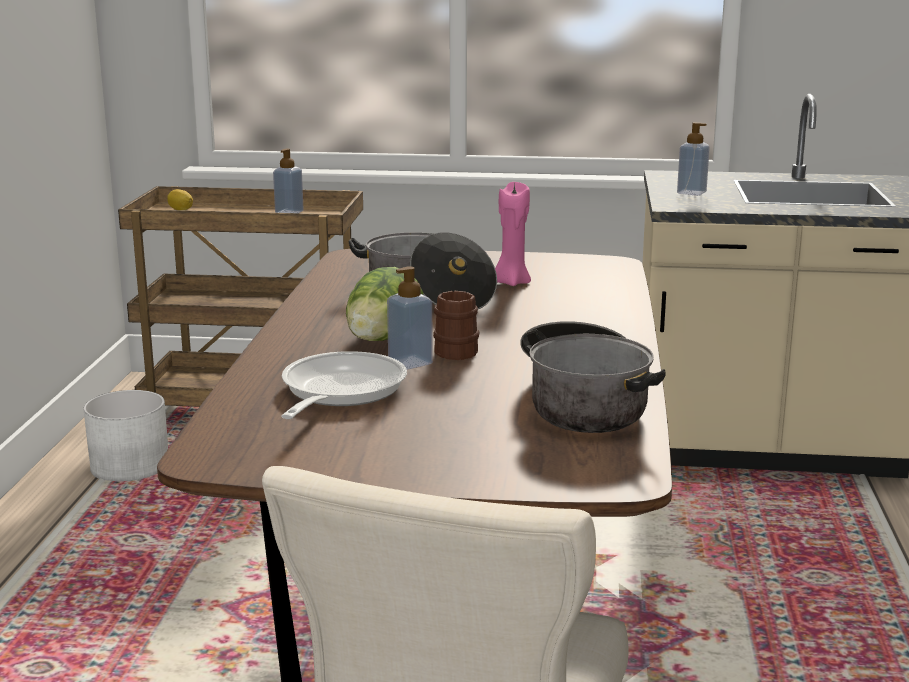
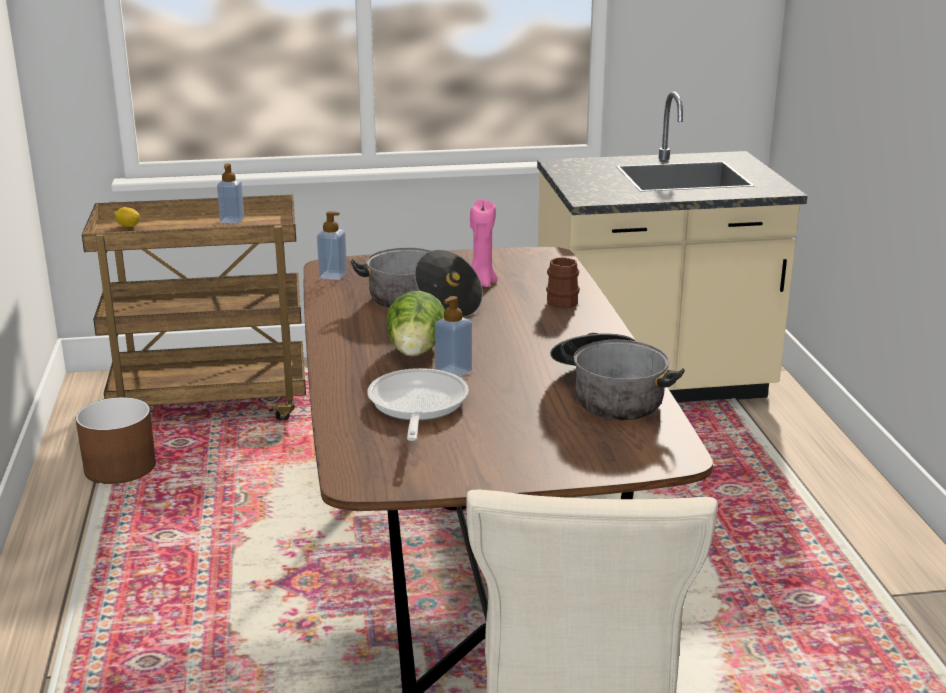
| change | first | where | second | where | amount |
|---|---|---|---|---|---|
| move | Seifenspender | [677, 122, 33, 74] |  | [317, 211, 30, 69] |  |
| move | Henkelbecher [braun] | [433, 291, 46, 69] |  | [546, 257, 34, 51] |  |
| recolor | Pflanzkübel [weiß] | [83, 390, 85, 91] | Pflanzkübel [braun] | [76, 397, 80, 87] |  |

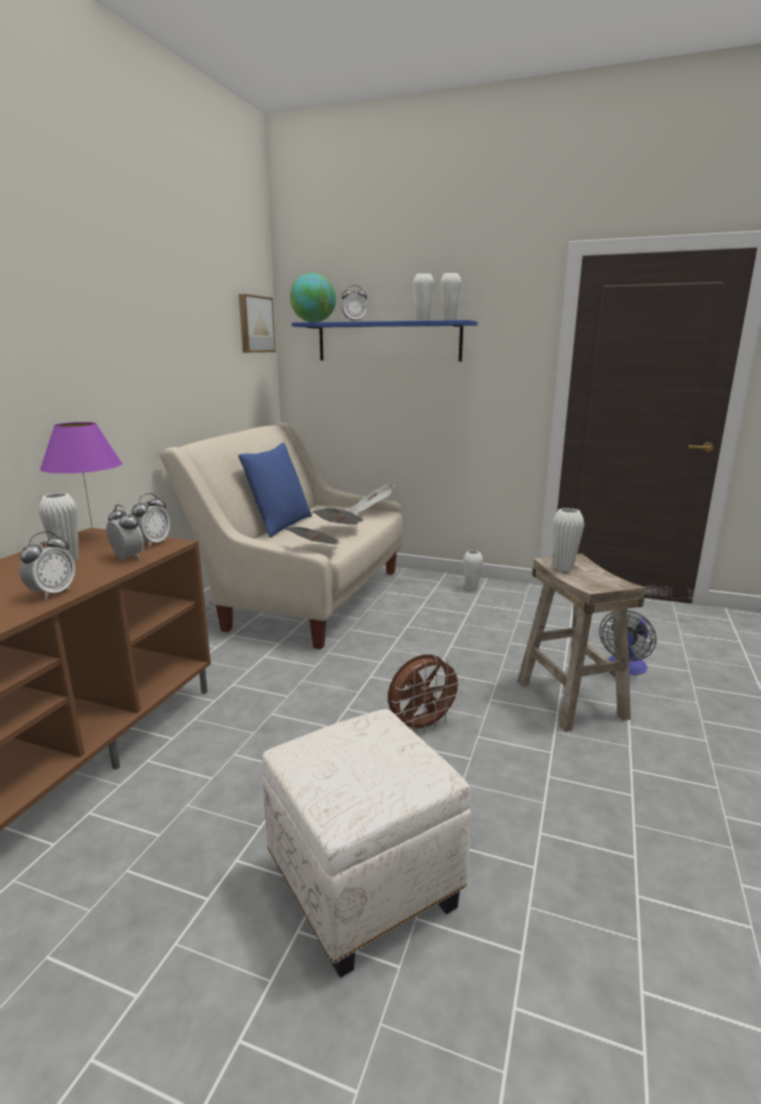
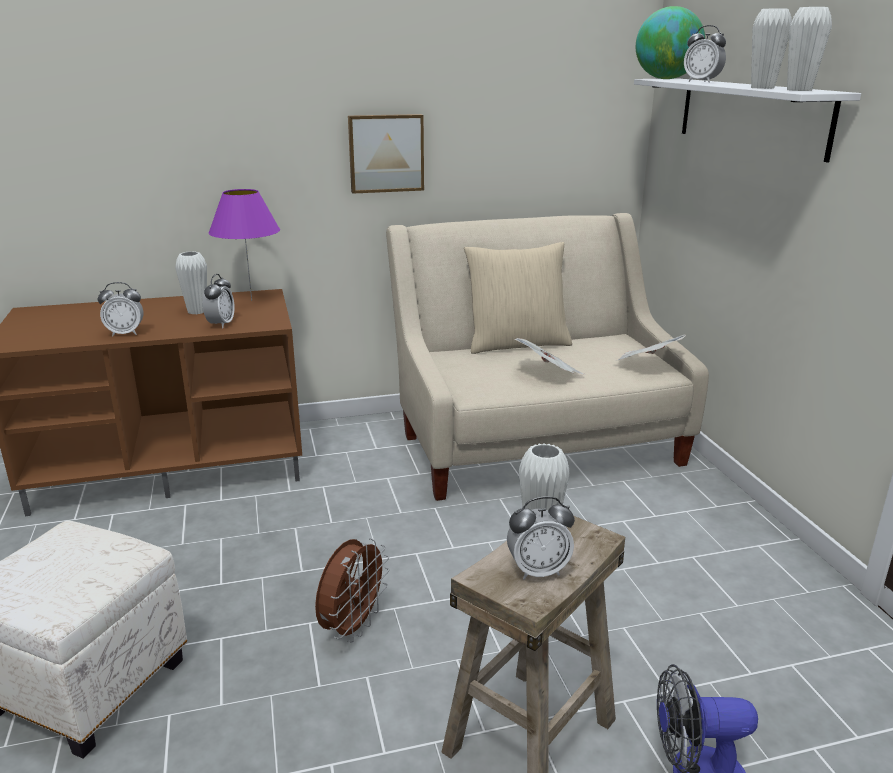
| change | first | where | second | where | amount |
|---|---|---|---|---|---|
| move | Bild | [239, 294, 37, 59] |  | [348, 114, 76, 80] |  |
| recolor | Wandregal [blau] | [292, 320, 186, 42] | Wandregal [weiß] | [634, 79, 227, 83] |  |
| recolor | Kissen [blau] | [238, 442, 74, 96] | Kissen [beige] | [464, 242, 108, 112] |  |
| move | Wecker | [132, 493, 38, 54] |  | [507, 496, 68, 84] |  |
| delete | Zeitung | [284, 527, 56, 17] |  |  |  |
| delete | Vase [weiß] | [463, 550, 20, 41] |  |  |  |
| rotate | Ventilator [braun] | [388, 654, 76, 80] |  | [315, 538, 74, 104] | 90 degrees counterclockwise |

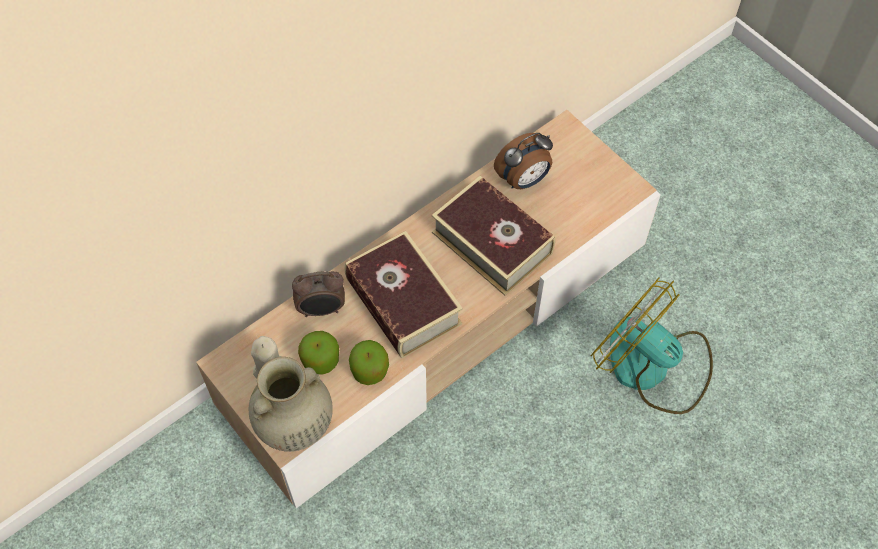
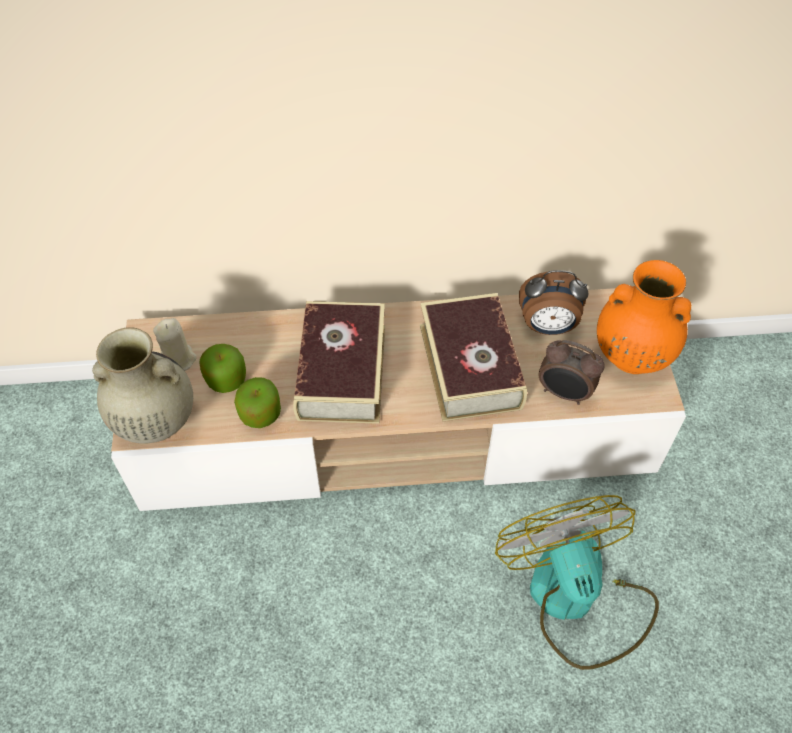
| change | first | where | second | where | amount |
|---|---|---|---|---|---|
| move | Wecker | [292, 271, 53, 46] |  | [539, 340, 66, 65] |  |
| insert |  |  | Vase [orange] | [597, 260, 94, 114] |  |

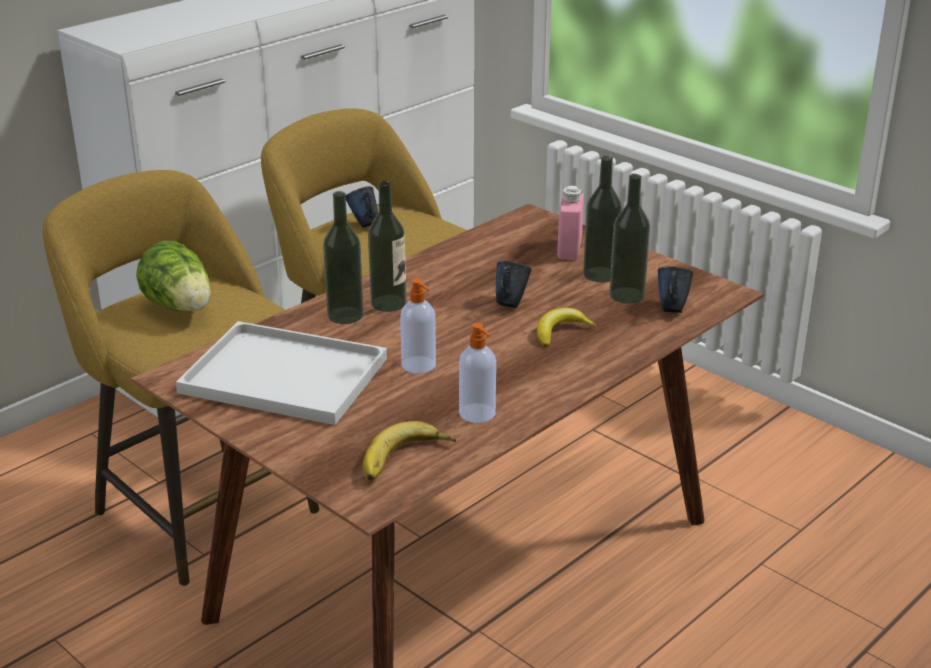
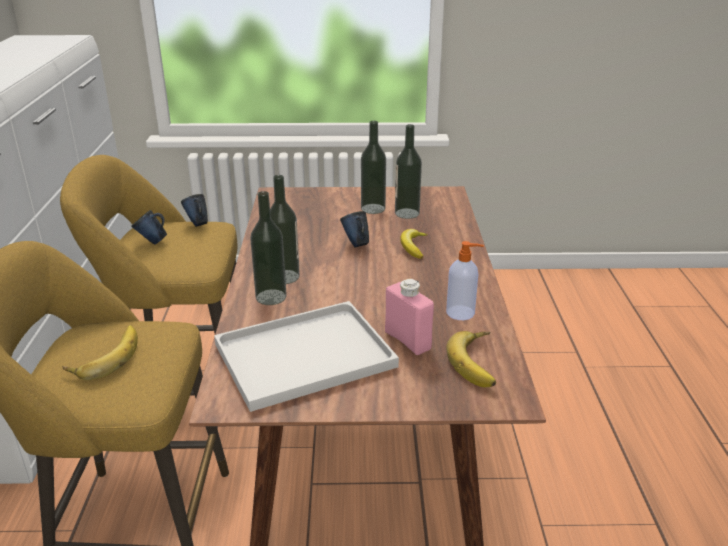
| change | first | where | second | where | amount |
|---|---|---|---|---|---|
| move | Flasche [rosa] | [557, 186, 27, 74] |  | [385, 279, 49, 76] |  |
| replace | Salatkopf | [136, 241, 75, 70] | Banane | [62, 325, 76, 55] |  |
| move | Henkelbecher [blau] | [658, 266, 35, 47] |  | [181, 194, 27, 33] |  |
| delete | Seifenspender | [400, 278, 36, 96] |  |  |  |

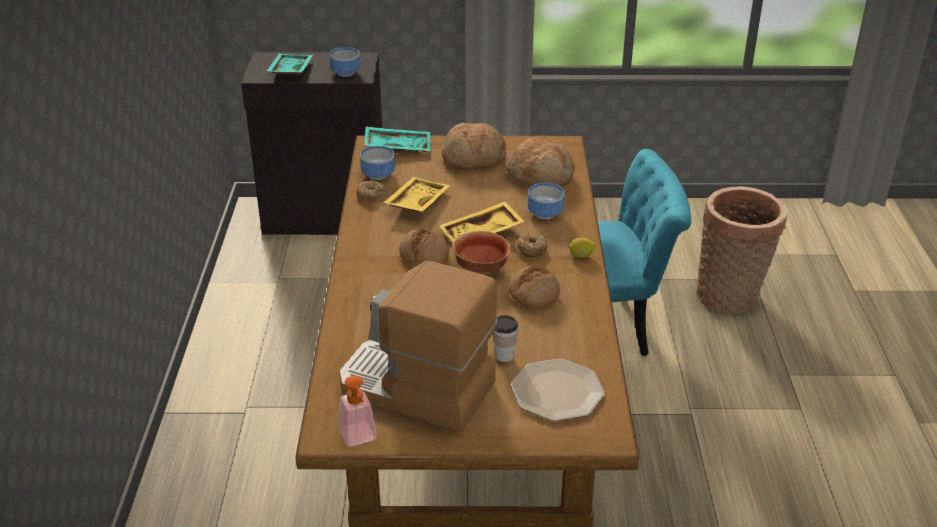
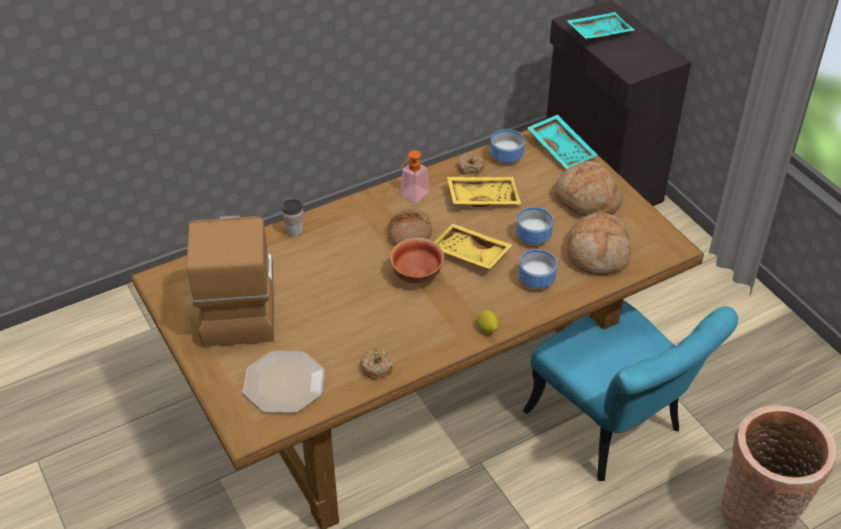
| change | first | where | second | where | amount |
|---|---|---|---|---|---|
| move | Schüssel | [330, 47, 31, 30] |  | [516, 207, 37, 38] |  |
| move | Donut | [517, 233, 31, 24] |  | [360, 349, 33, 30] |  |
| delete | Brot | [509, 265, 51, 44] |  |  |  |
| move | Tasse | [493, 315, 25, 47] |  | [281, 199, 22, 38] |  |
| move | Seifenspender | [339, 375, 38, 72] |  | [400, 150, 30, 52] |  |

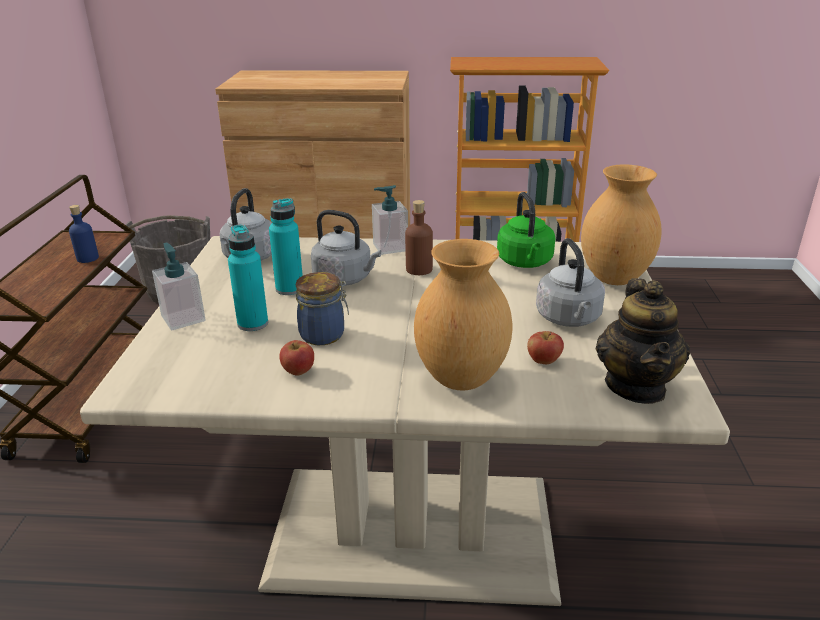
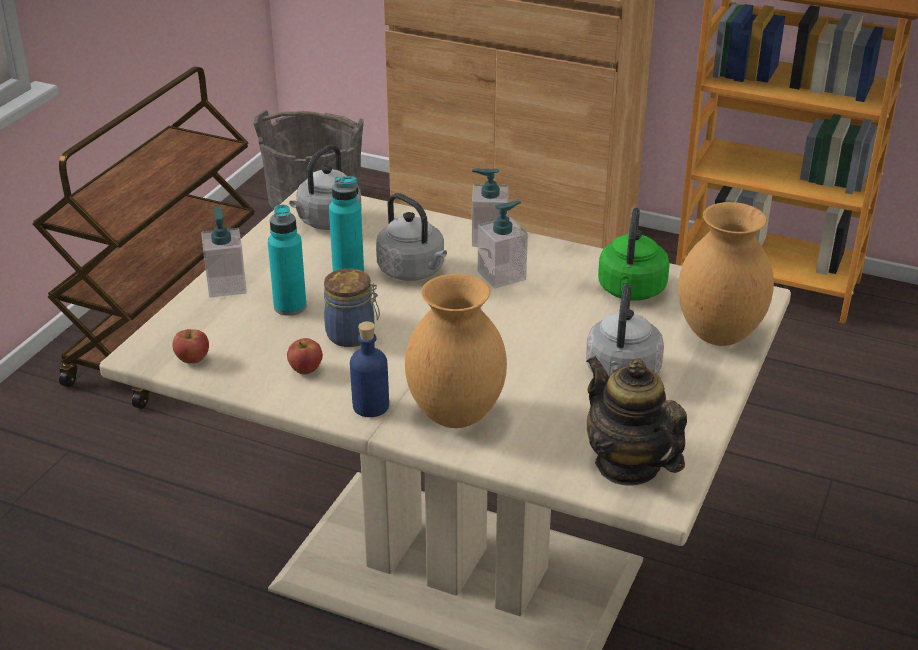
| change | first | where | second | where | amount |
|---|---|---|---|---|---|
| replace | Flasche [braun] | [405, 200, 28, 75] | Seifenspender | [478, 201, 50, 87] |  |
| move | Flasche [blau] | [69, 205, 30, 58] |  | [350, 321, 39, 96] |  |
| rotate | Teekanne | [595, 278, 95, 126] |  | [586, 356, 101, 130] | 120 degrees clockwise |
| move | Apfel | [527, 331, 37, 33] |  | [172, 329, 37, 35] |  |

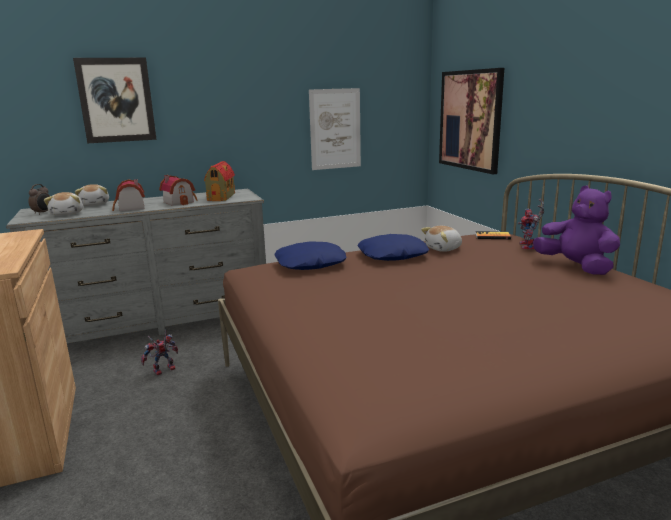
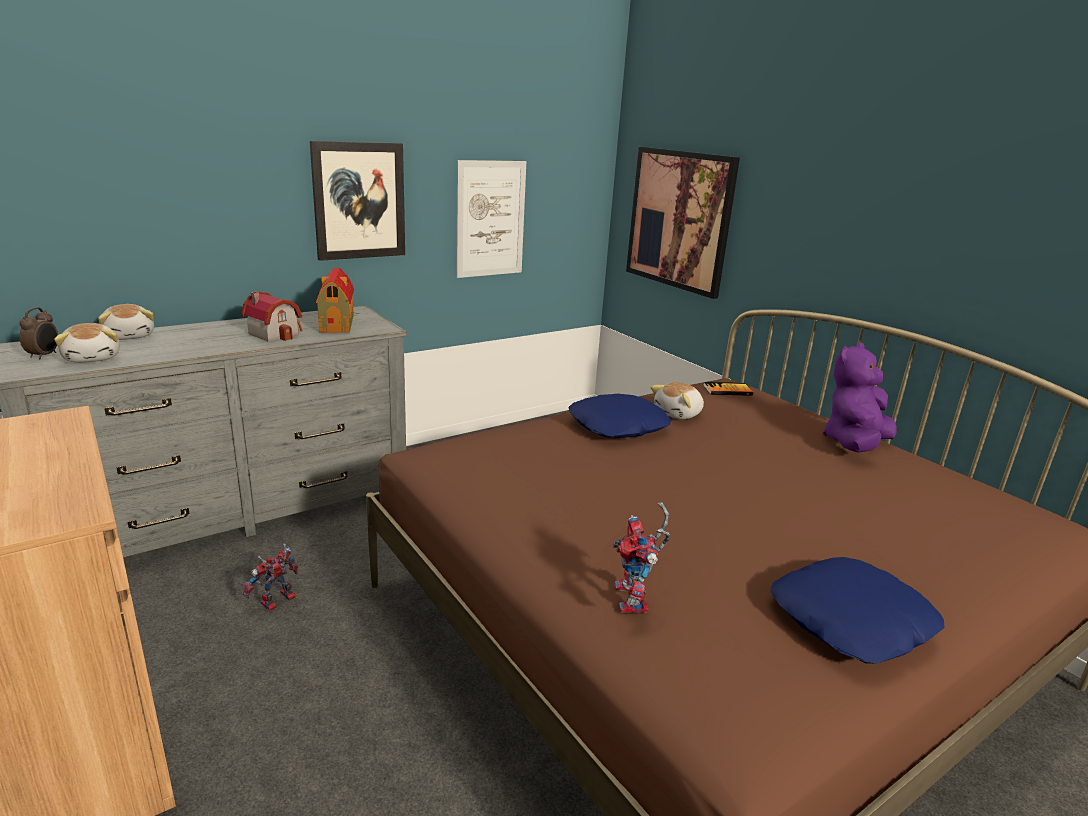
| change | first | where | second | where | amount |
|---|---|---|---|---|---|
| move | Bild | [73, 58, 84, 85] |  | [310, 141, 95, 120] |  |
| delete | Spielzeughaus | [112, 179, 33, 32] |  |  |  |
| rotate | Plüschtier [lila] | [533, 186, 87, 89] |  | [823, 343, 74, 110] | 90 degrees counterclockwise |
| move | Spielzeugroboter | [518, 199, 26, 50] |  | [613, 502, 57, 111] |  |
| move | Kissen [blau] | [274, 241, 72, 29] |  | [771, 557, 174, 107] |  |

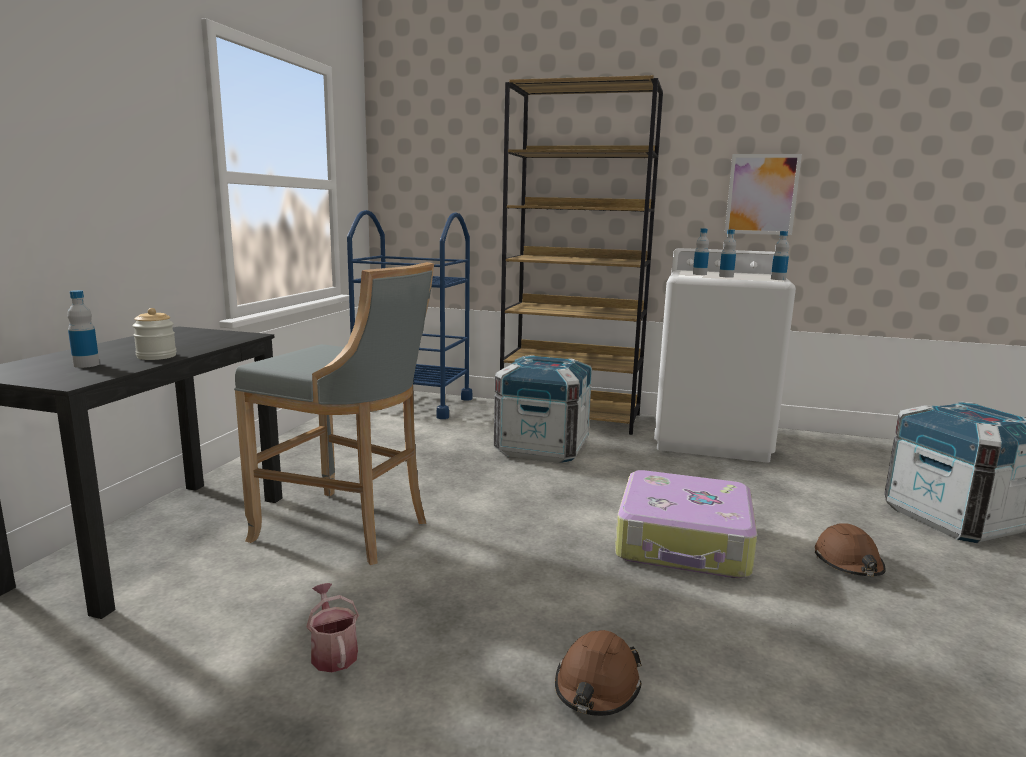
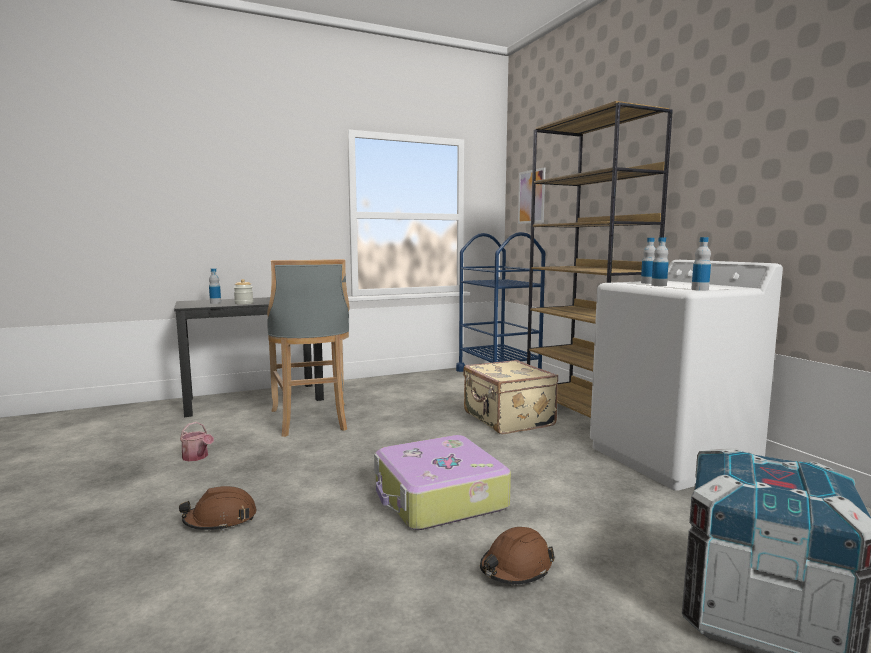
| change | first | where | second | where | amount |
|---|---|---|---|---|---|
| move | Bild | [725, 154, 77, 81] |  | [518, 167, 27, 57] |  |
| replace | Kiste | [494, 355, 98, 108] | Koffer [beige] | [463, 360, 95, 74] |  |
| rotate | Gießkanne | [306, 583, 53, 89] |  | [180, 422, 34, 40] | 105 degrees clockwise |

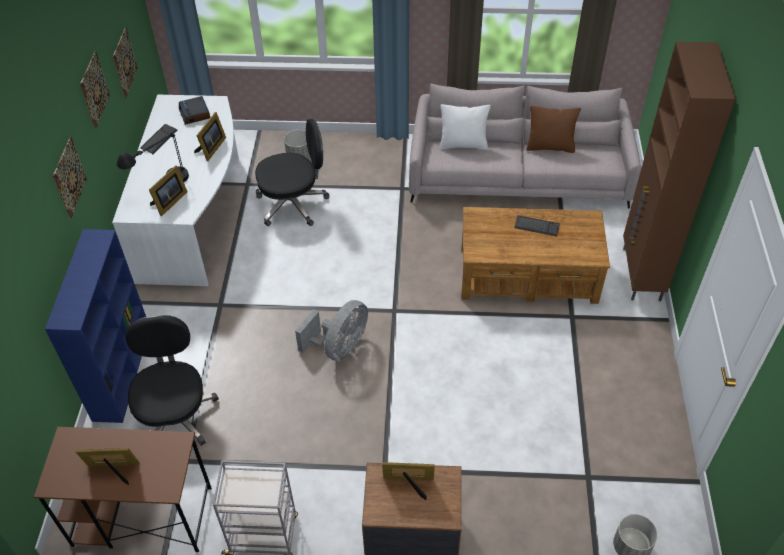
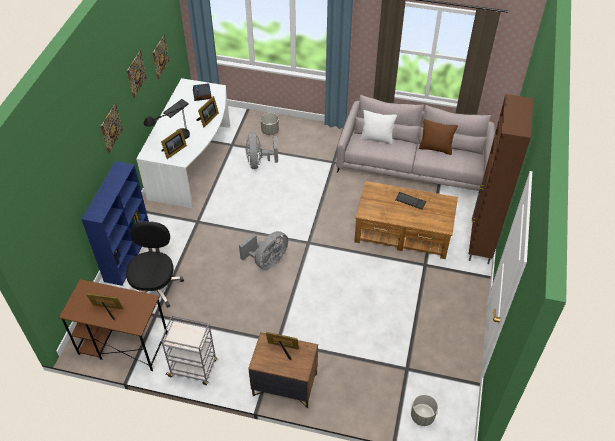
| change | first | where | second | where | amount |
|---|---|---|---|---|---|
| replace | Bürostuhl [schwarz] | [255, 119, 74, 107] | Ventilator [grau] | [245, 132, 33, 37] |  |

